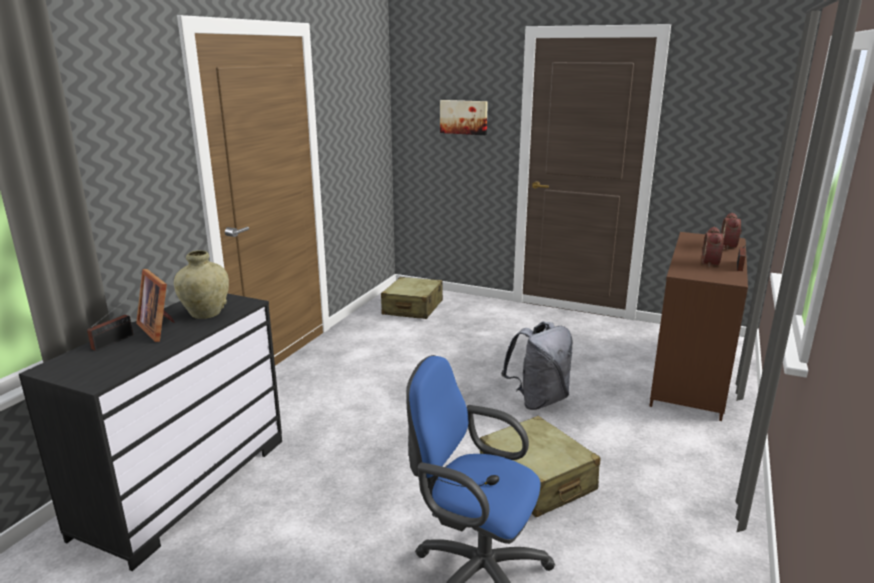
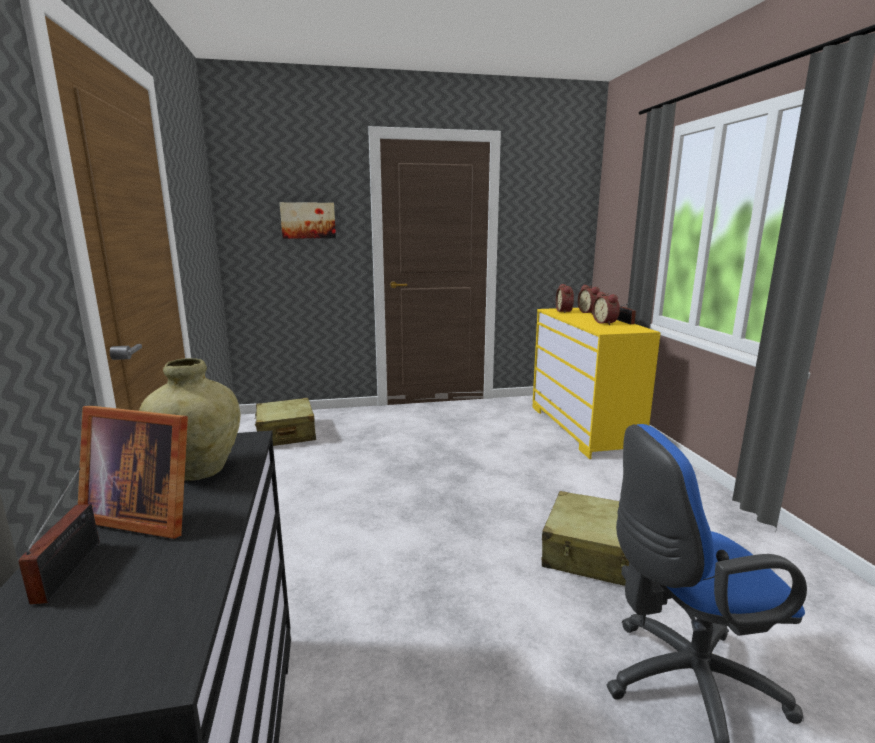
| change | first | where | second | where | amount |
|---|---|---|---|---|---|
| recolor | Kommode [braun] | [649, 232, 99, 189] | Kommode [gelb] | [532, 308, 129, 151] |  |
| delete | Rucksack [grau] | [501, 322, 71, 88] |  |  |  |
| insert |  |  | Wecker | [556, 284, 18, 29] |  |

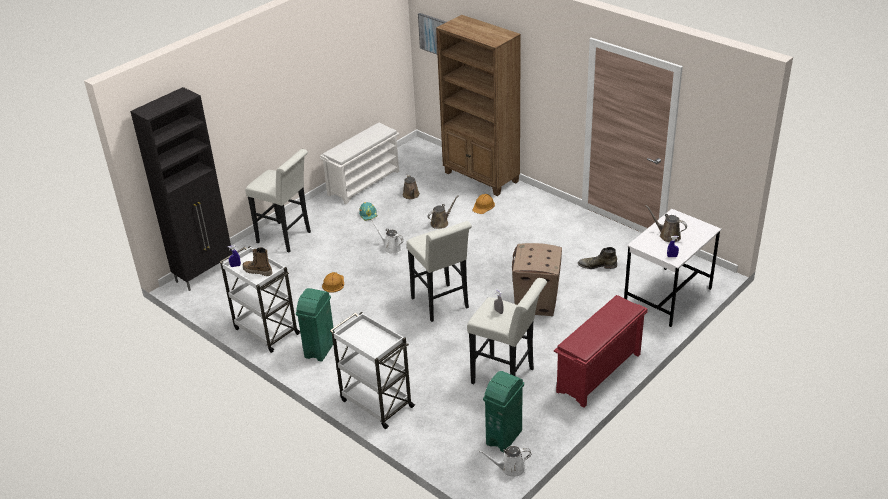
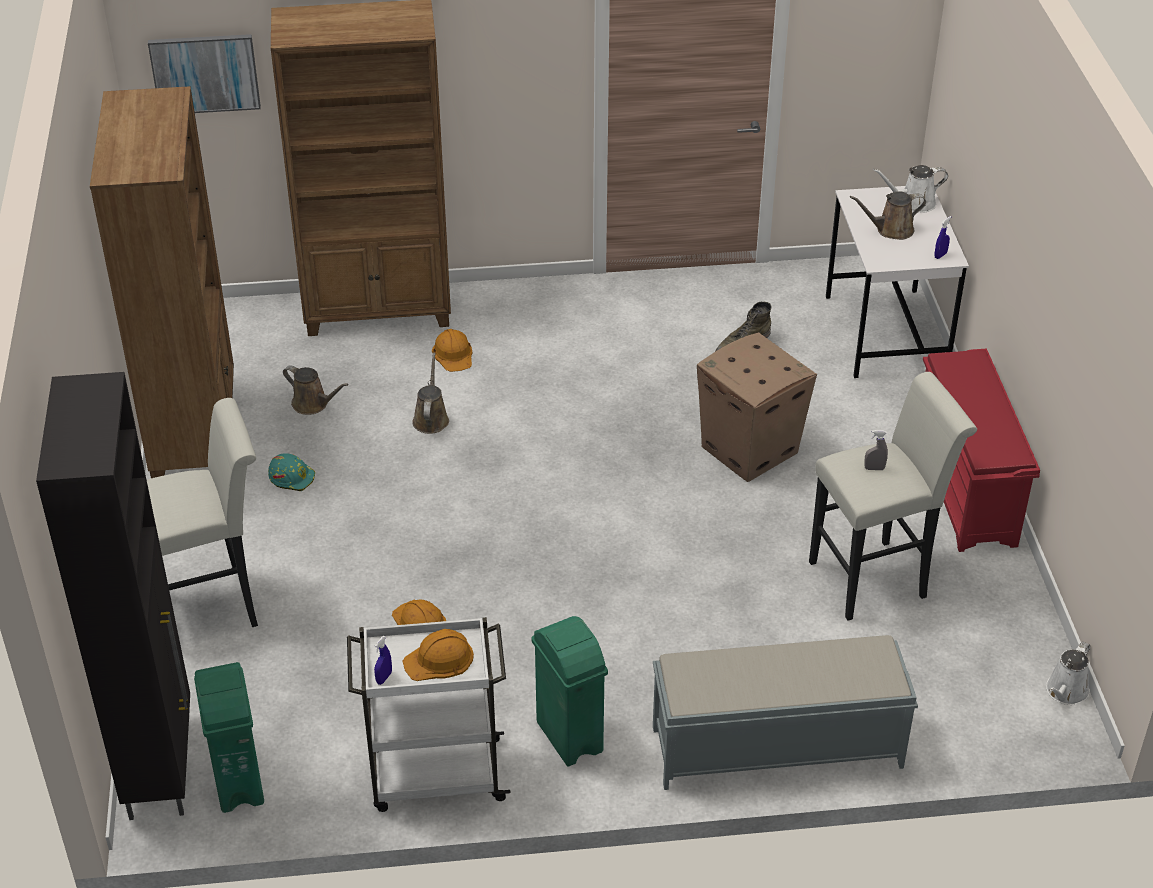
| change | first | where | second | where | amount |
|---|---|---|---|---|---|
| replace | Schuhregal [weiß] | [320, 123, 79, 82] | Bücherregal [braun] | [90, 86, 144, 392] |  |
| move | Gießkanne [weiß] | [371, 221, 33, 33] |  | [873, 165, 75, 48] |  |
| delete | Hocker [weiß] | [406, 221, 66, 101] |  |  |  |
| replace | Stiefel | [243, 247, 30, 29] | Schutzhelm [orange] | [403, 629, 71, 52] |  |
| replace | Rollwagen [weiß] | [330, 312, 85, 117] | Bank [grau] | [653, 635, 265, 155] |  |
| move | Mülleimer [grün] | [483, 371, 41, 82] |  | [194, 662, 70, 151] |  |

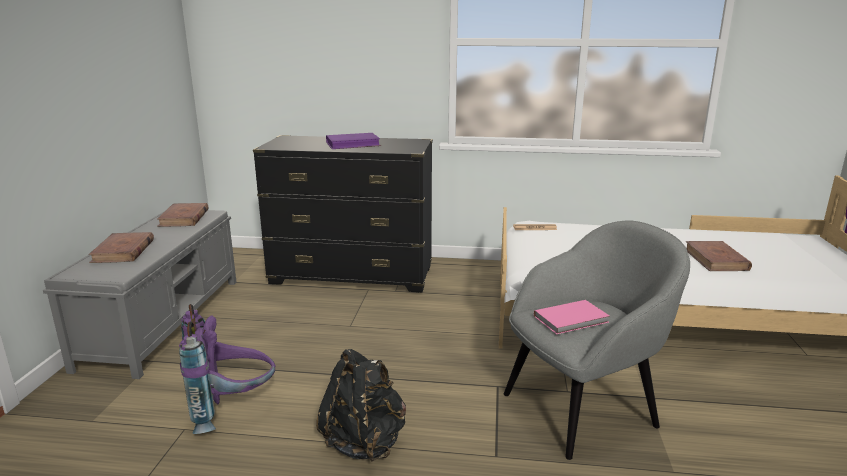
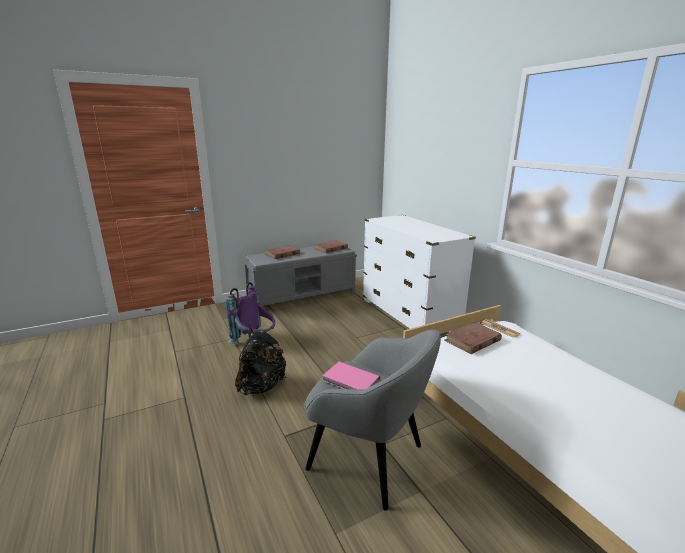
| change | first | where | second | where | amount |
|---|---|---|---|---|---|
| delete | Buch [lila] | [326, 133, 55, 16] |  |  |  |
| recolor | Kommode [schwarz] | [253, 135, 180, 157] | Kommode [weiß] | [363, 215, 113, 119] |  |
| move | Buch [braun] | [686, 241, 66, 30] |  | [445, 322, 57, 32] |  |

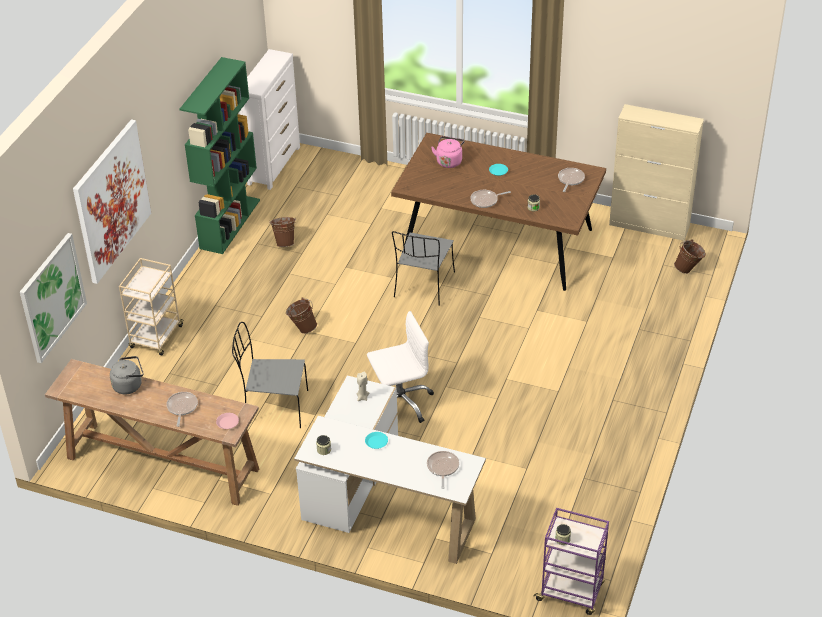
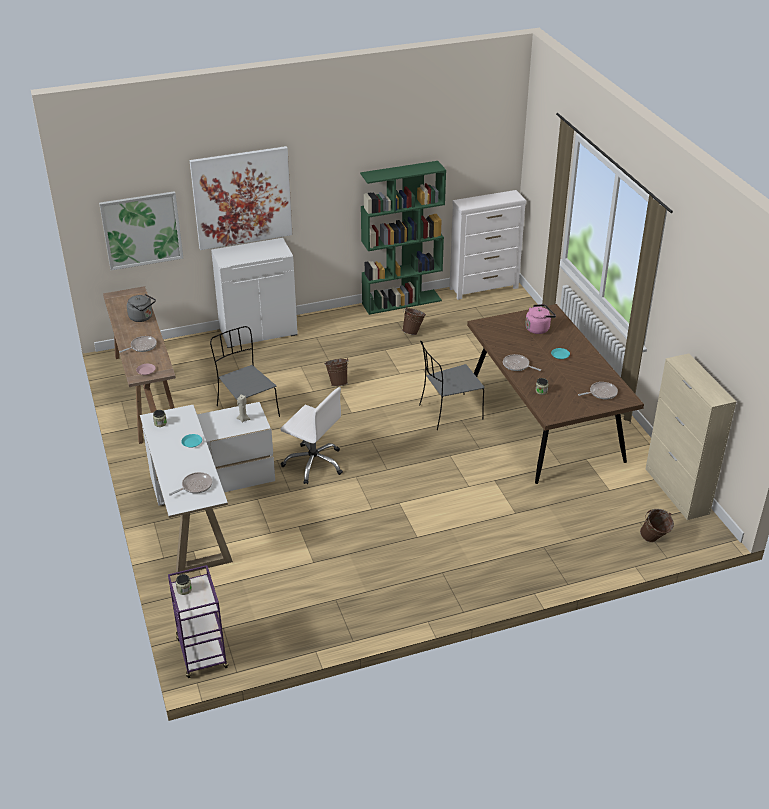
| change | first | where | second | where | amount |
|---|---|---|---|---|---|
| replace | Rollwagen [beige] | [119, 258, 65, 97] | Schrank [weiß] | [211, 238, 87, 110] |  |

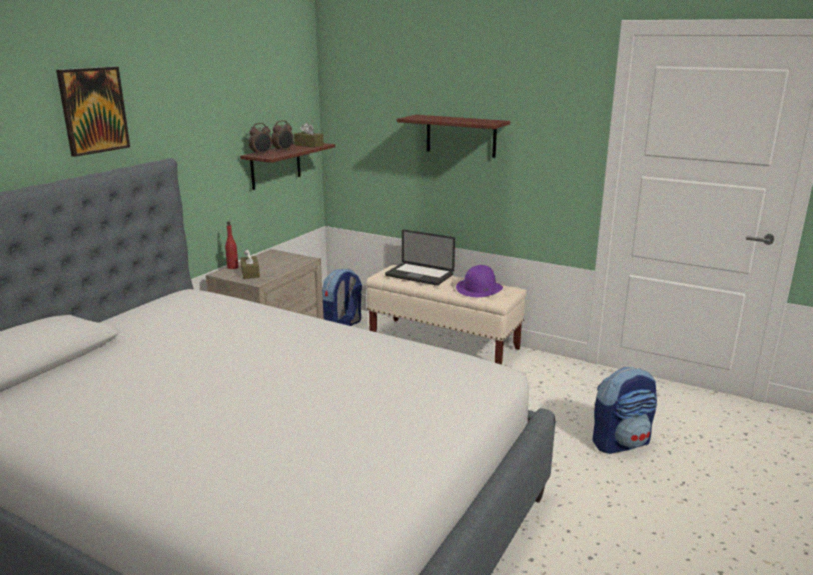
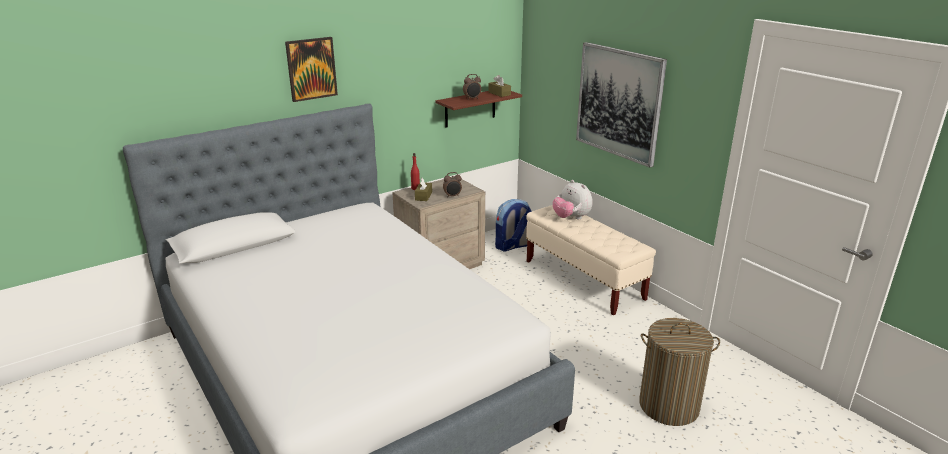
| change | first | where | second | where | amount |
|---|---|---|---|---|---|
| replace | Wandregal | [397, 115, 113, 43] | Bild | [576, 42, 91, 126] |  |
| move | Wecker | [248, 123, 24, 33] |  | [443, 172, 19, 26] |  |
| replace | Laptop | [385, 230, 70, 56] | Plüschtier | [552, 180, 40, 39] |  |
| delete | Hut [lila] | [456, 265, 47, 32] |  |  |  |
| replace | Rucksack | [592, 367, 65, 87] | Wäschekorb | [639, 318, 81, 108] |  |

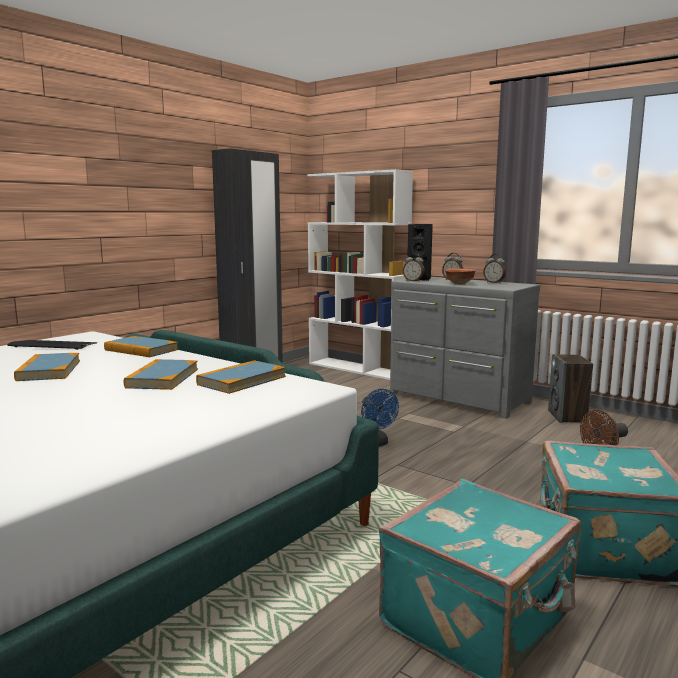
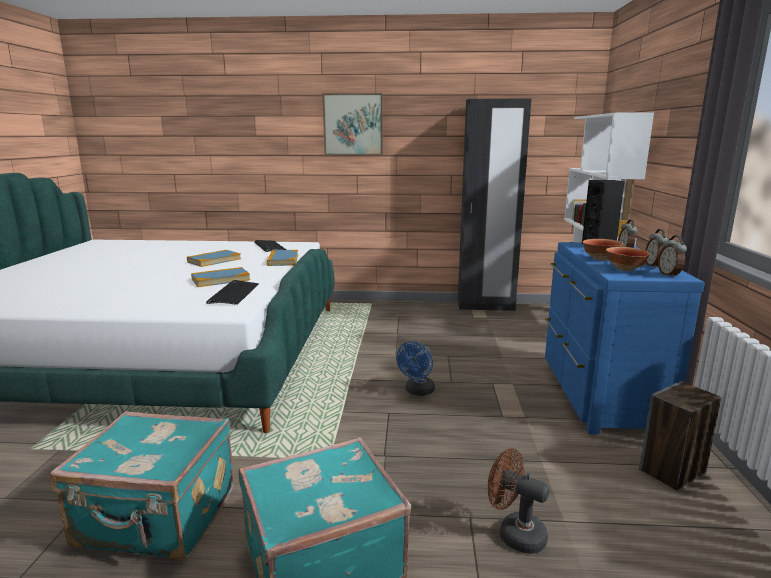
| change | first | where | second | where | amount |
|---|---|---|---|---|---|
| move | Wecker | [403, 253, 21, 28] |  | [658, 235, 29, 43] |  |
| recolor | Kommode [grau] | [390, 277, 150, 142] | Kommode [blau] | [545, 242, 160, 192] |  |
| replace | Buch | [196, 360, 90, 34] | Tastatur | [206, 280, 53, 25] |  |
| insert |  |  | Bild | [323, 93, 60, 62] |  |
| insert |  |  | Schüssel | [606, 247, 44, 24] |  |

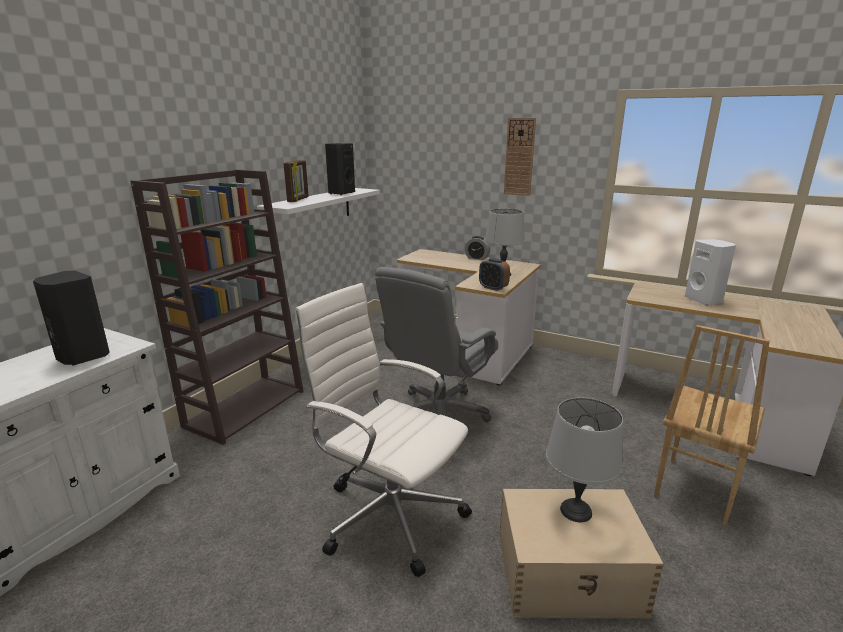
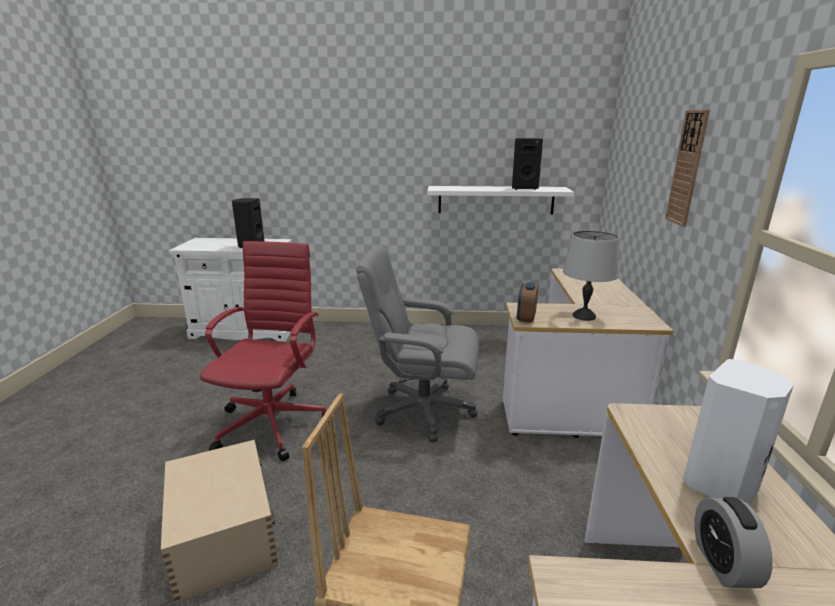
| change | first | where | second | where | amount |
|---|---|---|---|---|---|
| delete | Bilderrahmen | [284, 160, 25, 42] |  |  |  |
| delete | Bücherregal [braun] | [130, 169, 174, 276] |  |  |  |
| move | Wecker | [465, 236, 25, 24] |  | [695, 497, 77, 91] |  |
| recolor | Bürostuhl [weiß] | [295, 283, 177, 294] | Bürostuhl [rot] | [200, 241, 129, 220] |  |
| delete | Tischlampe [grau] | [546, 398, 77, 124] |  |  |  |

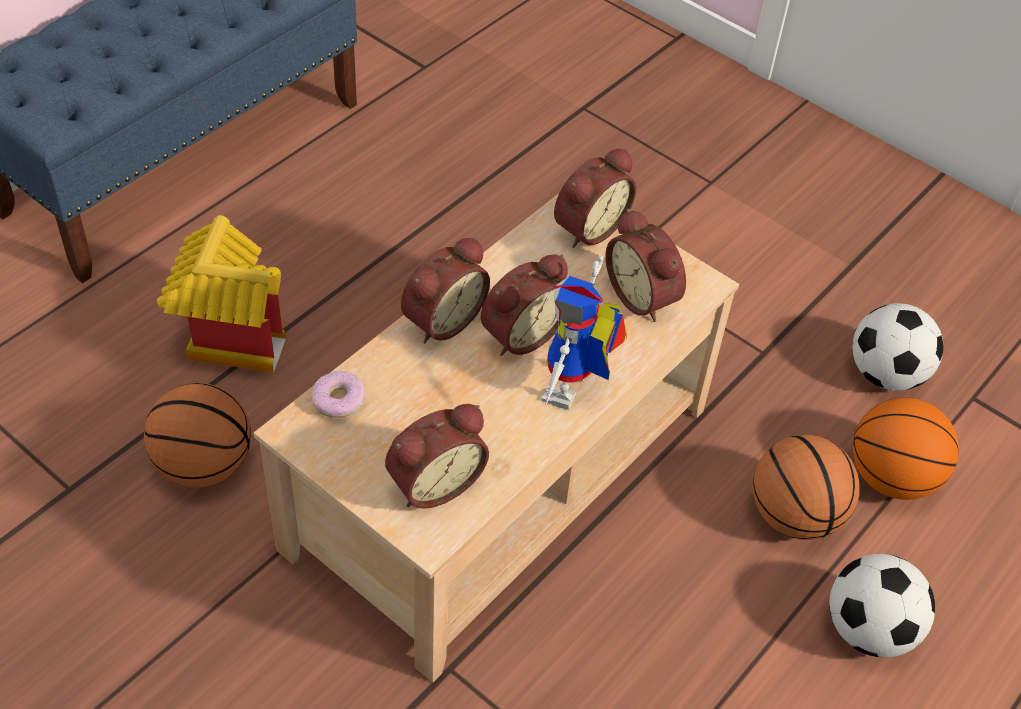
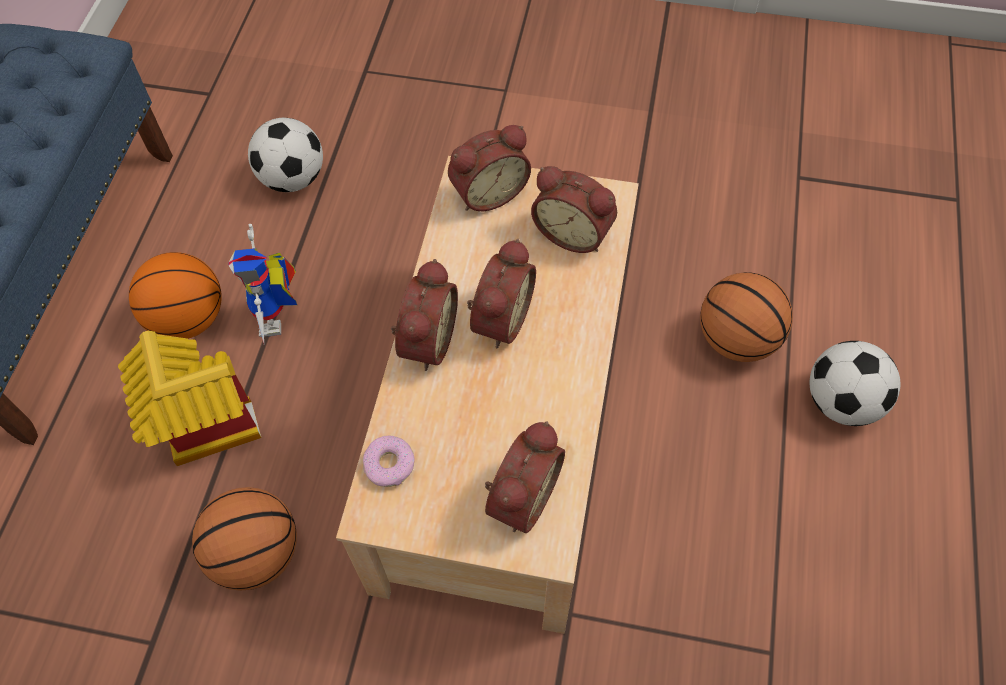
| change | first | where | second | where | amount |
|---|---|---|---|---|---|
| rotate | Wecker | [554, 148, 82, 100] |  | [448, 125, 83, 86] | 45 degrees clockwise |
| move | Spielzeugroboter | [541, 256, 86, 154] |  | [228, 224, 69, 119] |  |
| move | Fußball | [853, 303, 90, 88] |  | [248, 118, 75, 74] |  |
| move | Basketball | [853, 397, 106, 103] |  | [129, 252, 93, 87] |  |

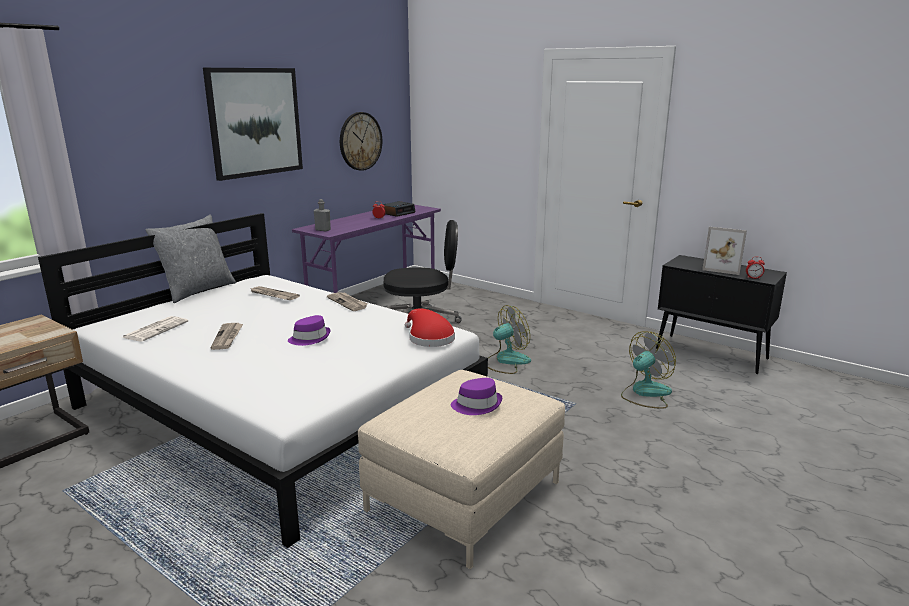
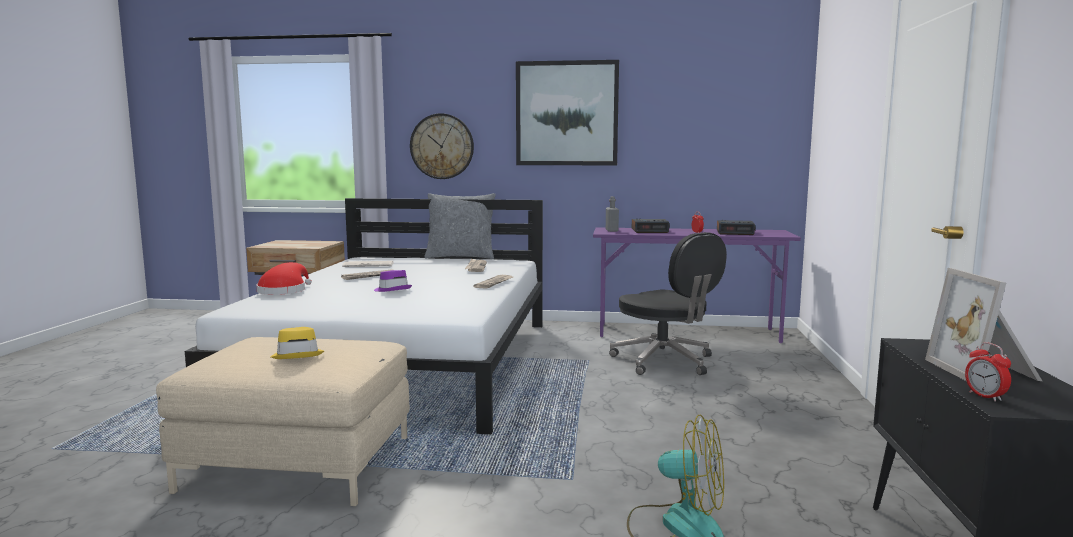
| change | first | where | second | where | amount |
|---|---|---|---|---|---|
| move | Wanduhr | [340, 112, 42, 59] |  | [410, 113, 64, 66] |  |
| delete | Ventilator | [488, 305, 43, 69] |  |  |  |
| move | Hut [rot] | [405, 308, 50, 39] |  | [256, 262, 56, 33] |  |
| recolor | Hut [lila] | [451, 378, 51, 37] | Hut [gelb] | [270, 327, 54, 32] |  |
| insert |  |  | Wecker | [632, 218, 38, 15] |  |

